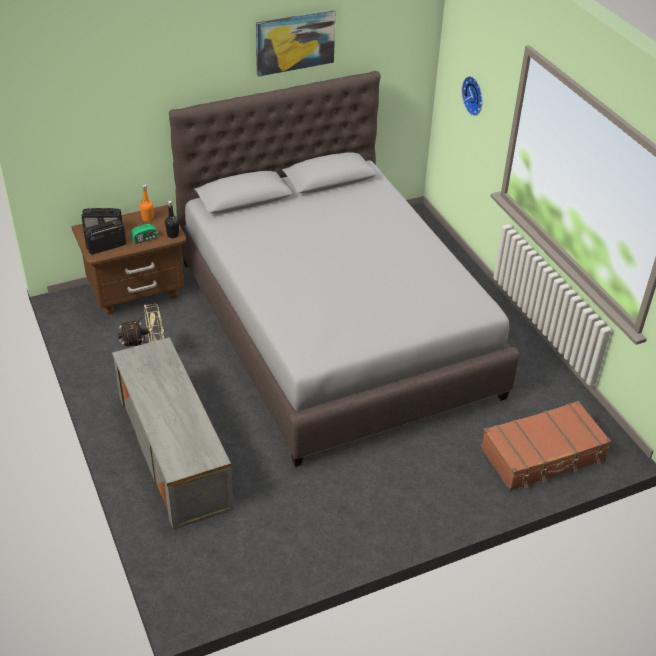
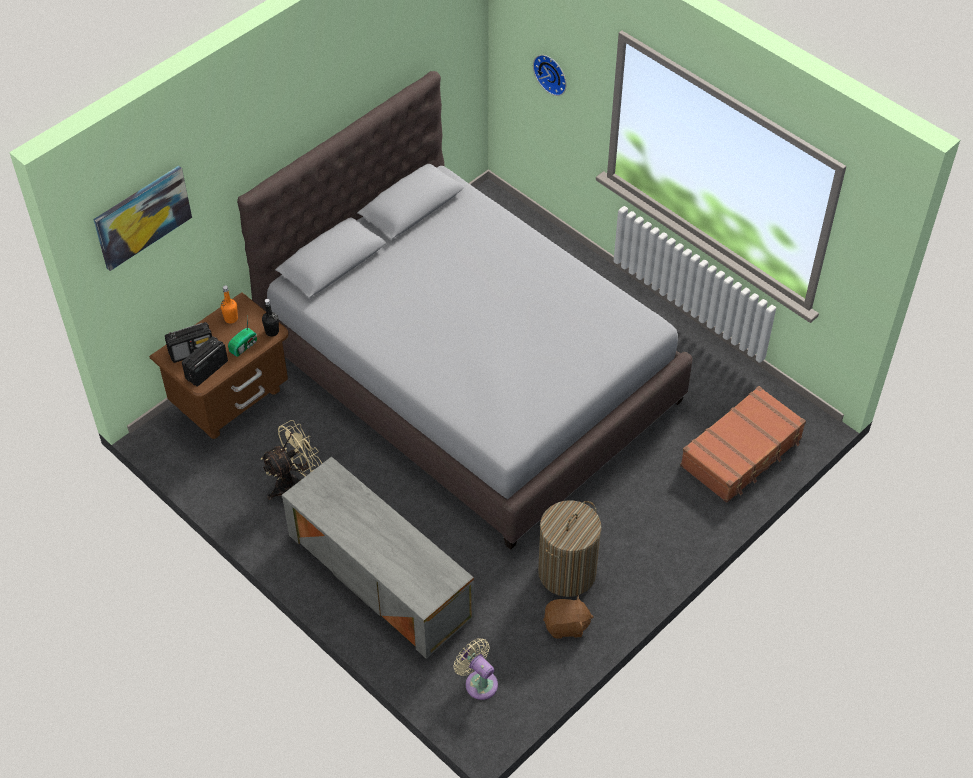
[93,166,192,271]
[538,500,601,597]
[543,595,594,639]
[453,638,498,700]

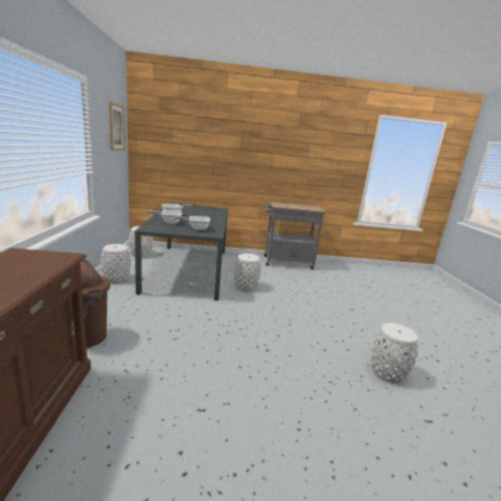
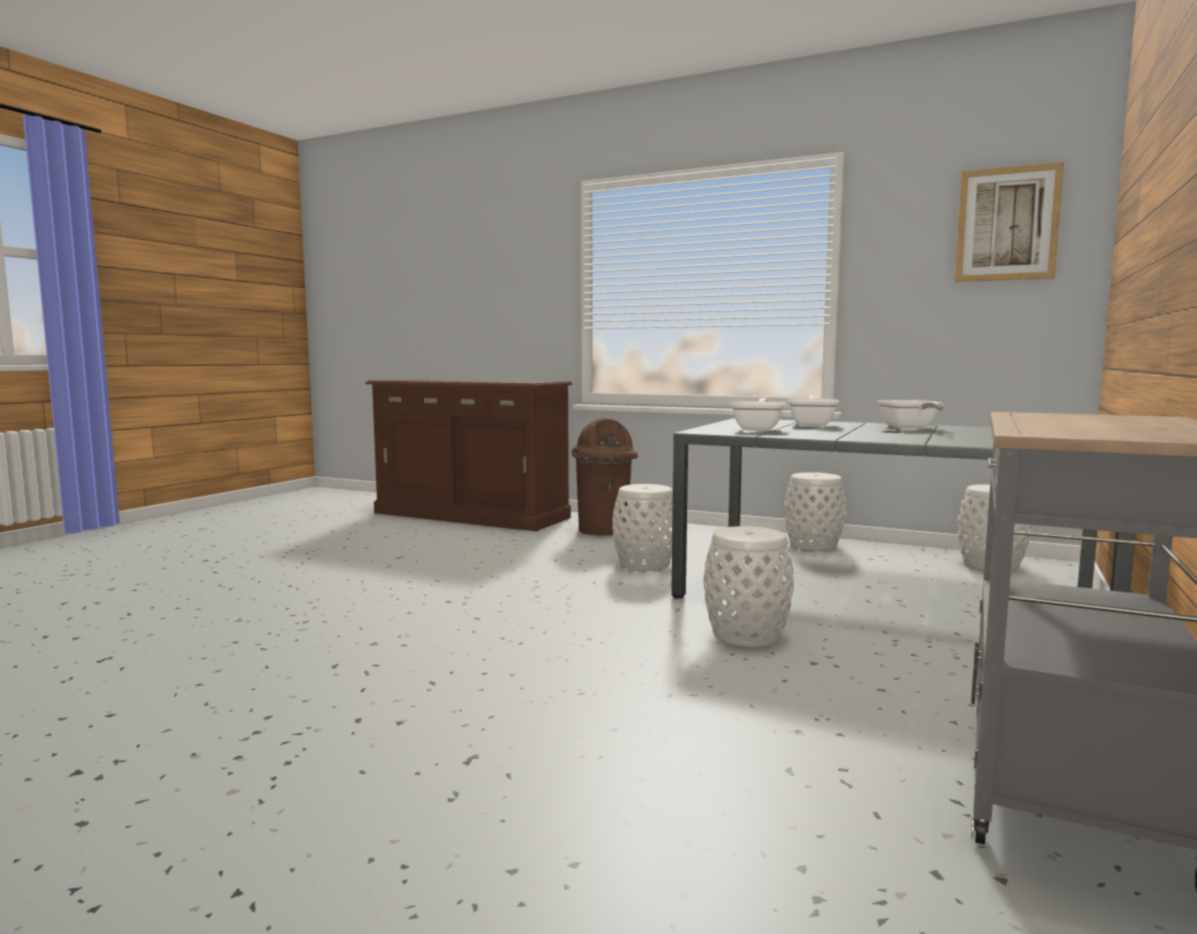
[612,484,673,571]

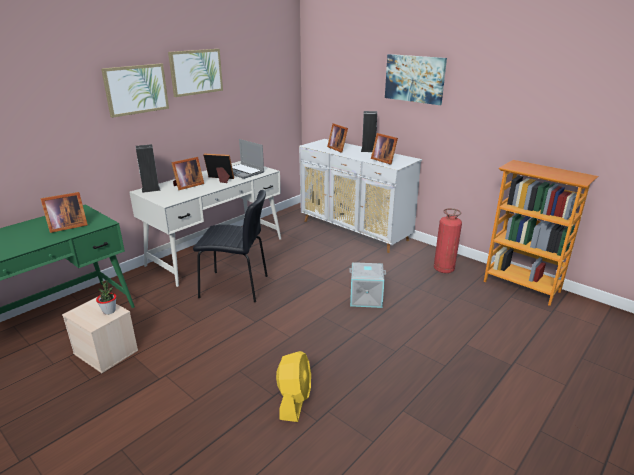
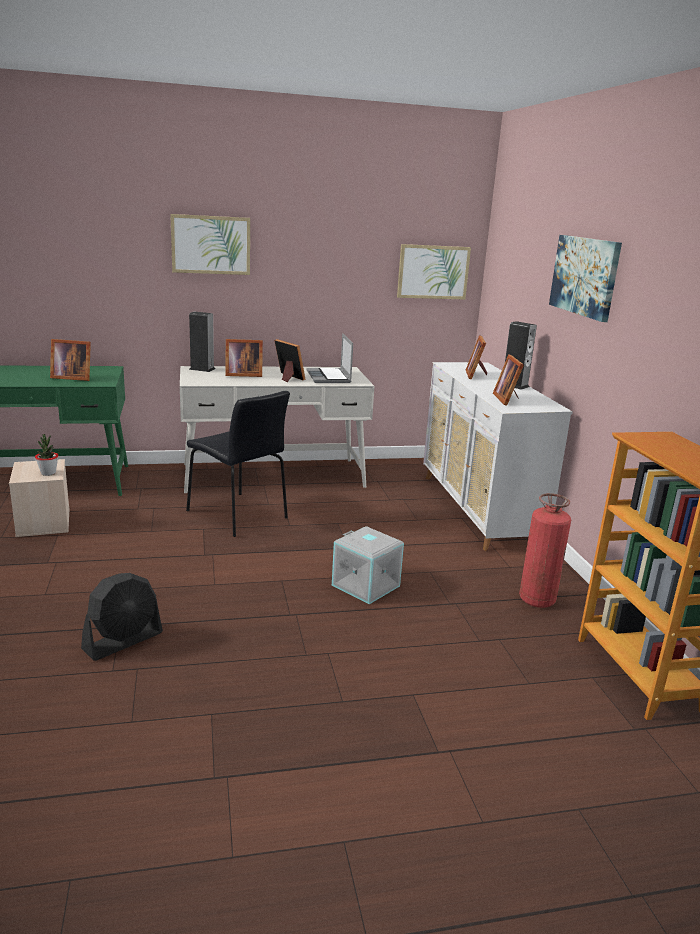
[397,244,471,300]
[81,573,163,661]

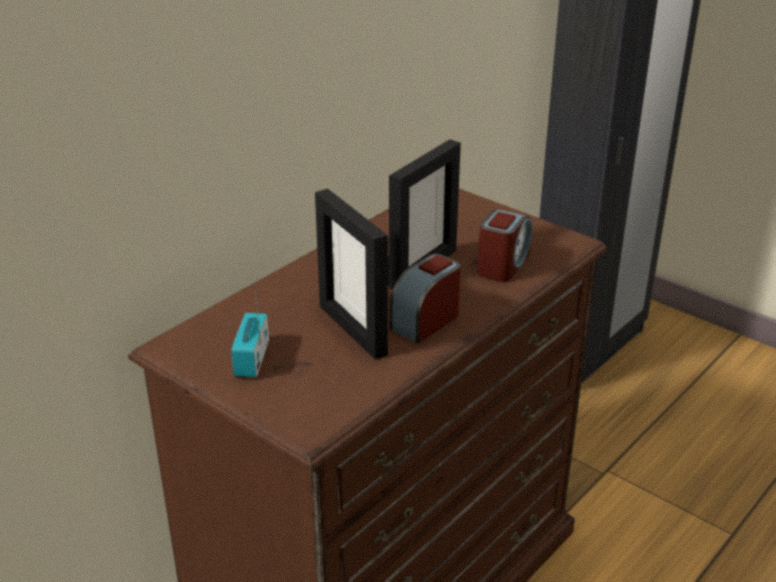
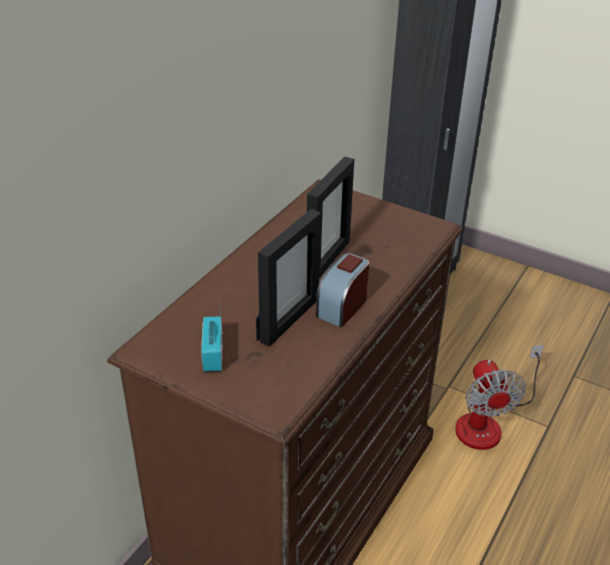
[256,209,321,347]
[477,209,532,282] (first image)
[455,345,544,450]

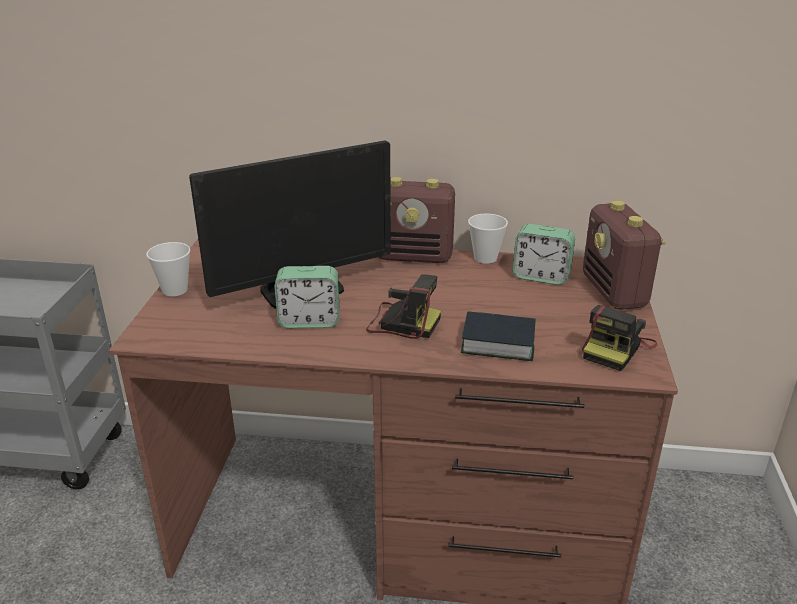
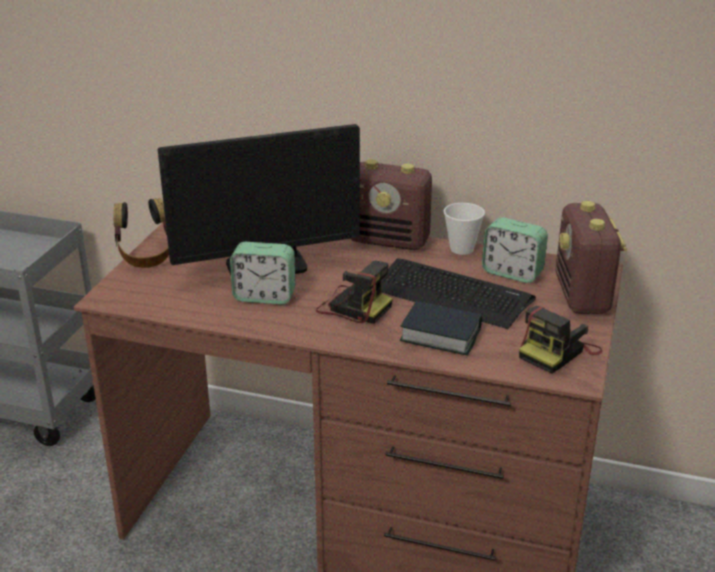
[114,198,169,268]
[381,258,536,329]

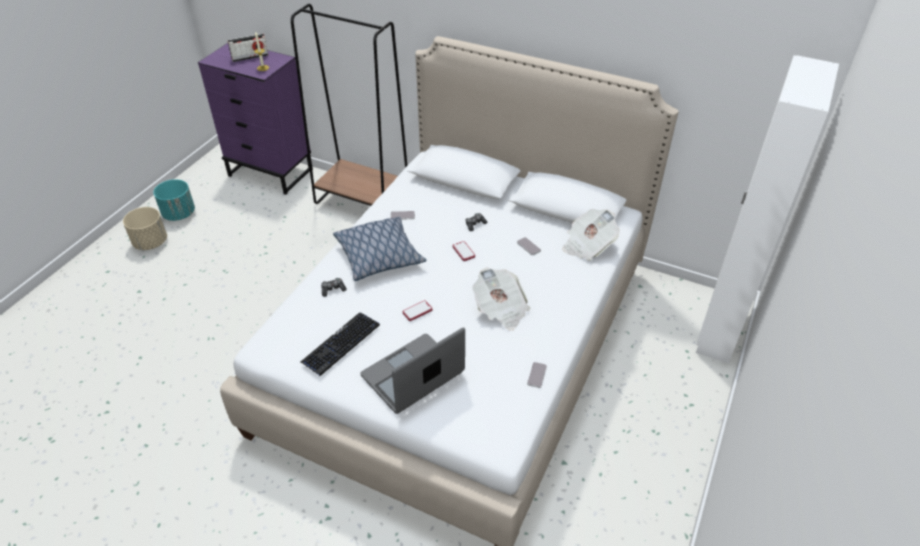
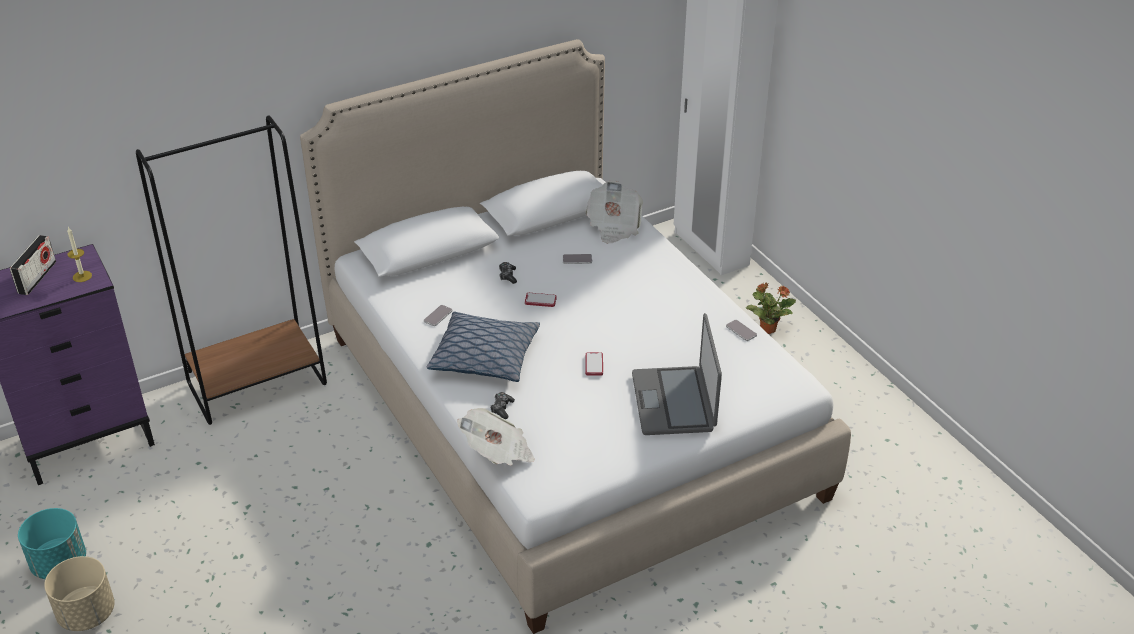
[457,408,535,465]
[300,313,380,377] (first image)
[746,283,796,334]

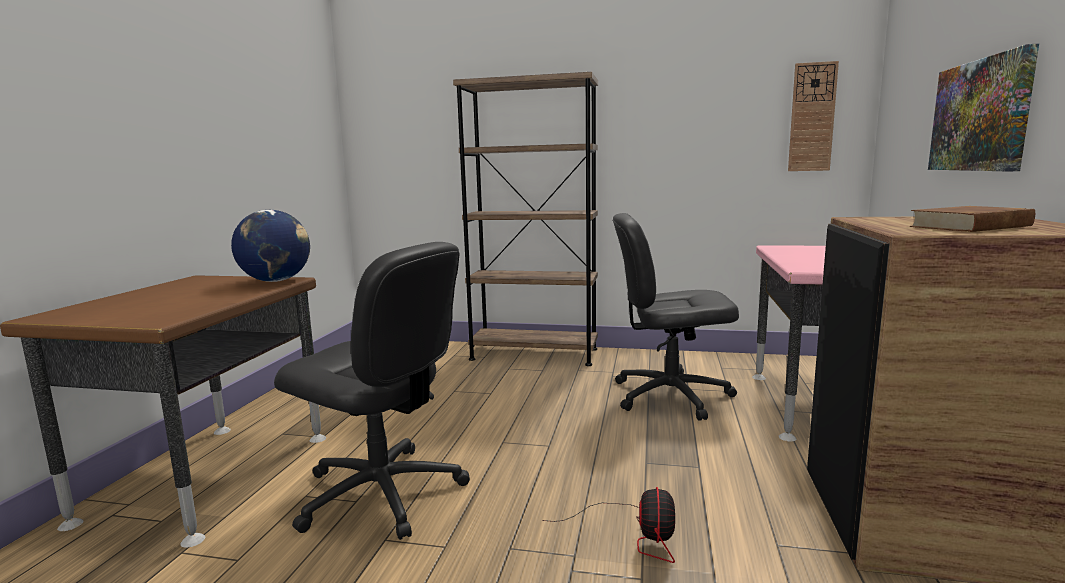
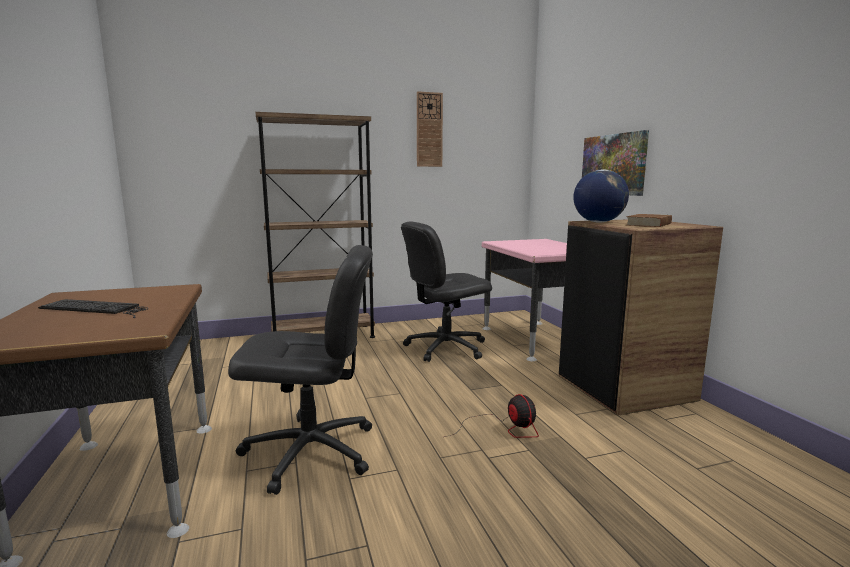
[417,91,443,167]
[573,170,629,223]
[38,299,148,318]

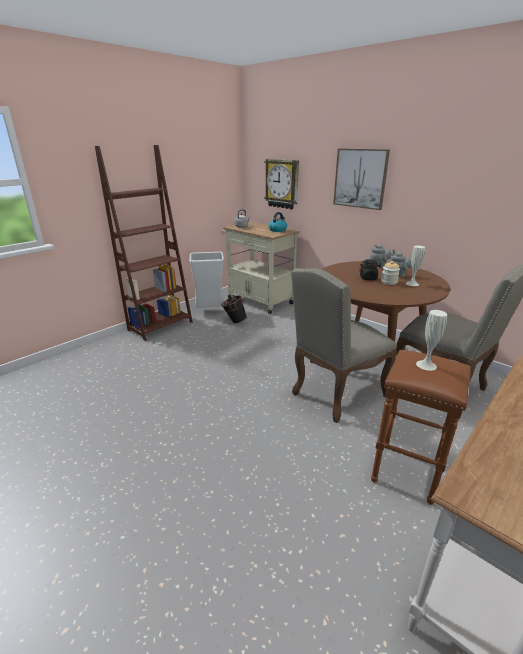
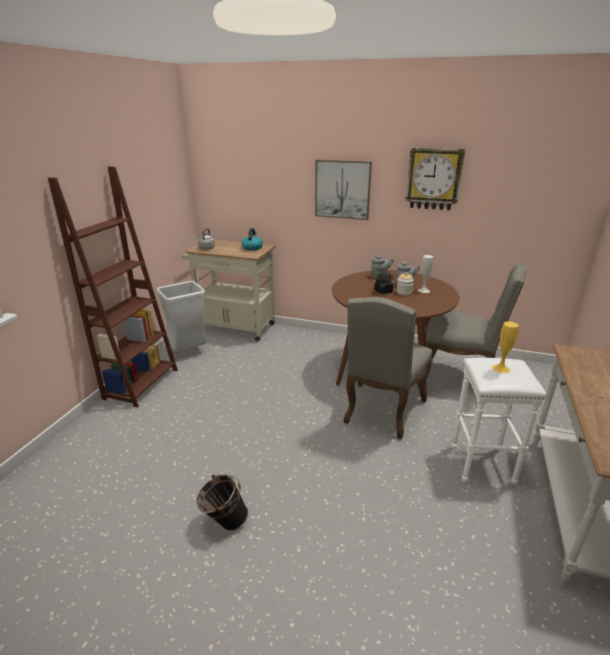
[406,147,465,210]
[197,474,248,531]
[492,321,519,373]
[451,358,547,485]

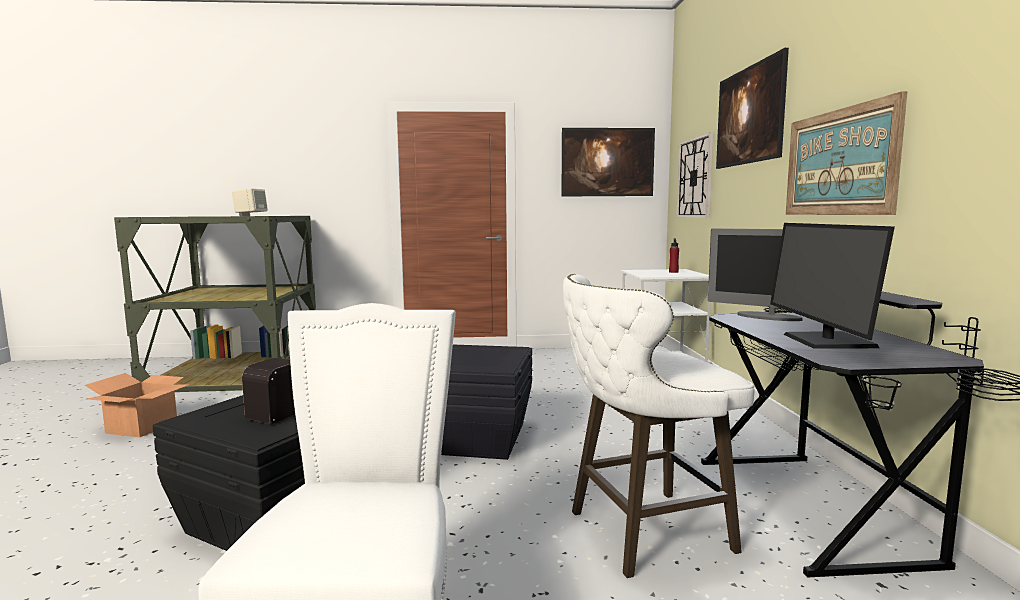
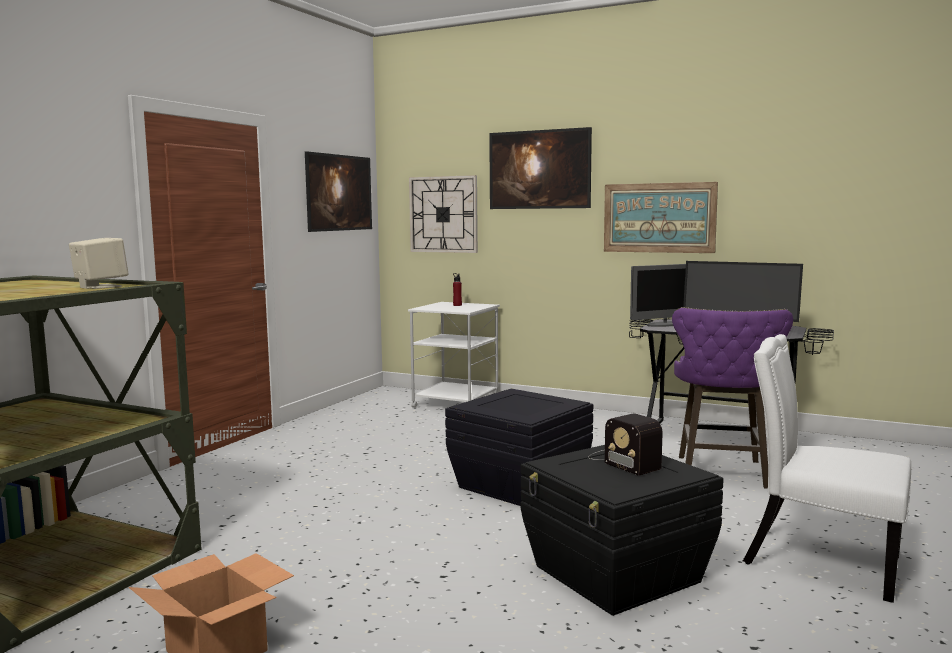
[672,307,793,489]

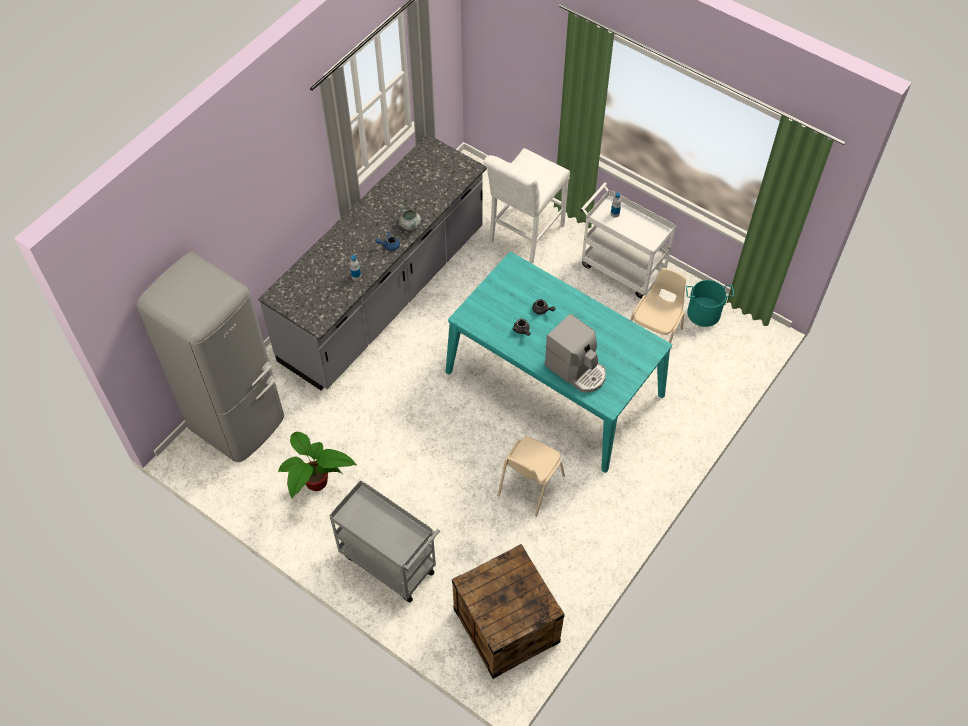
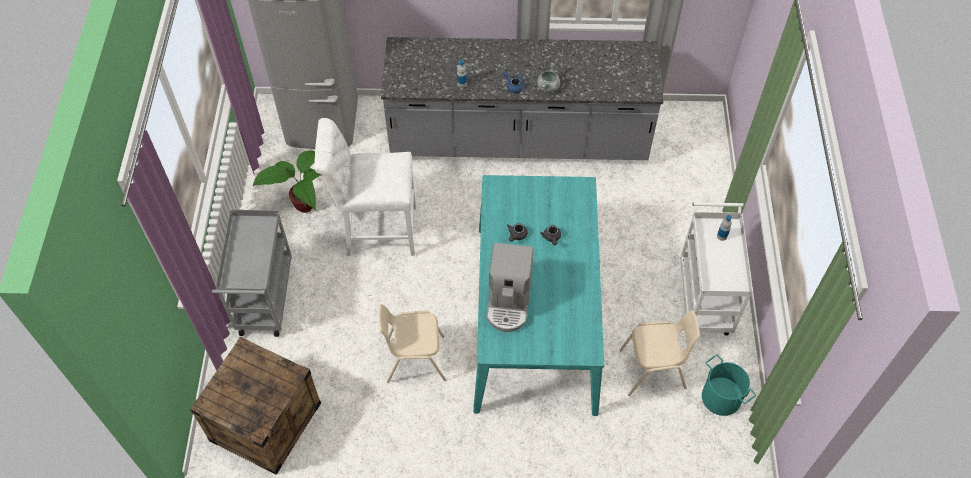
[314,118,416,256]

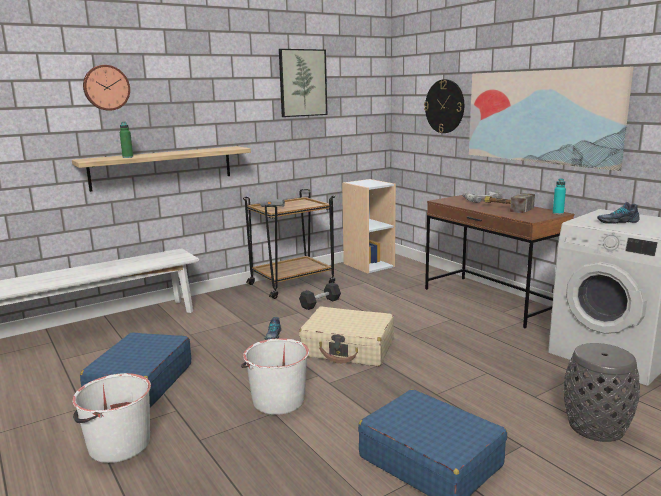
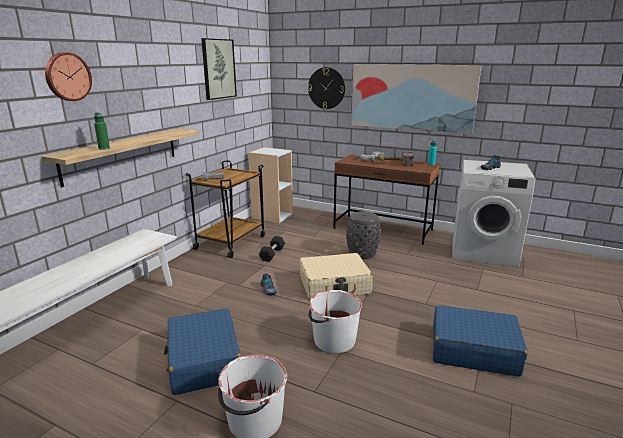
[346,211,381,259]

